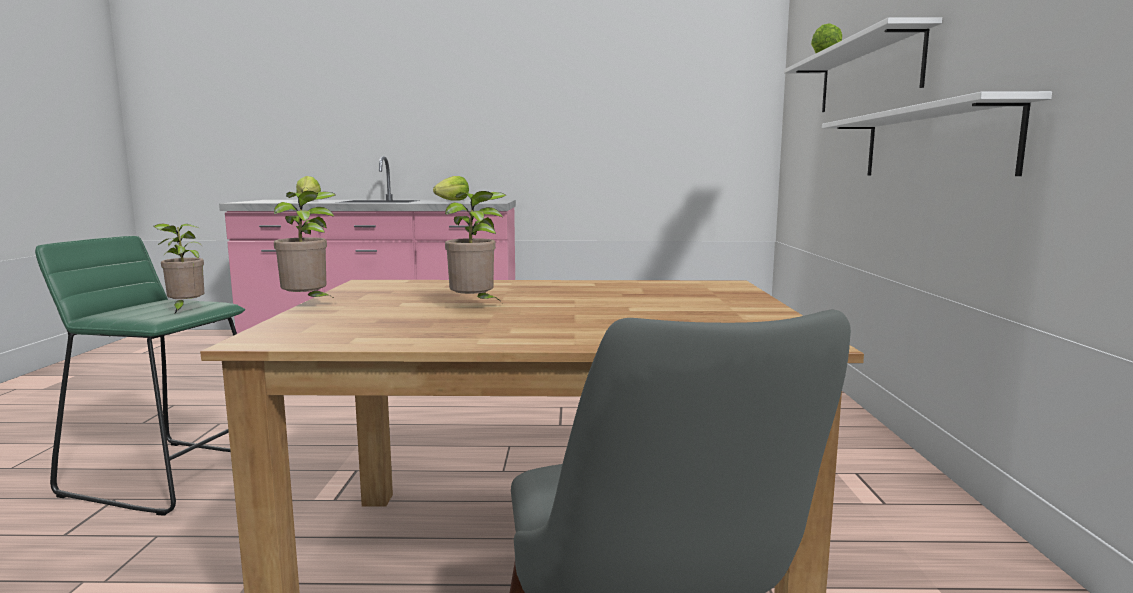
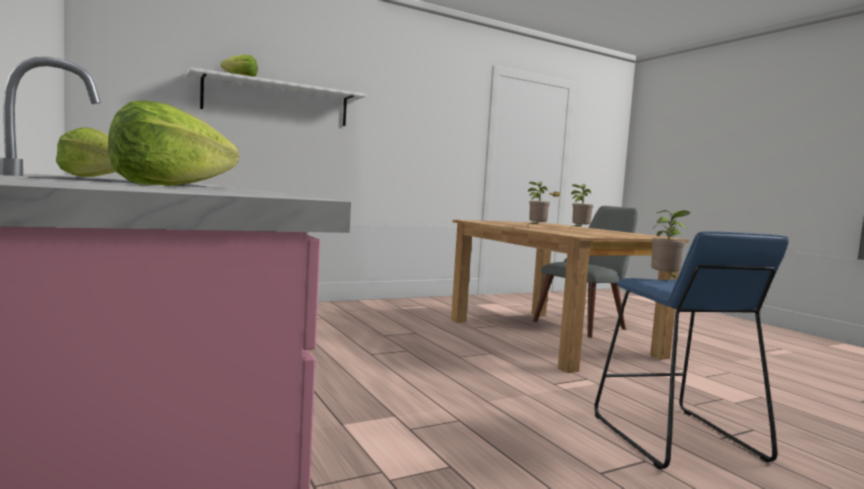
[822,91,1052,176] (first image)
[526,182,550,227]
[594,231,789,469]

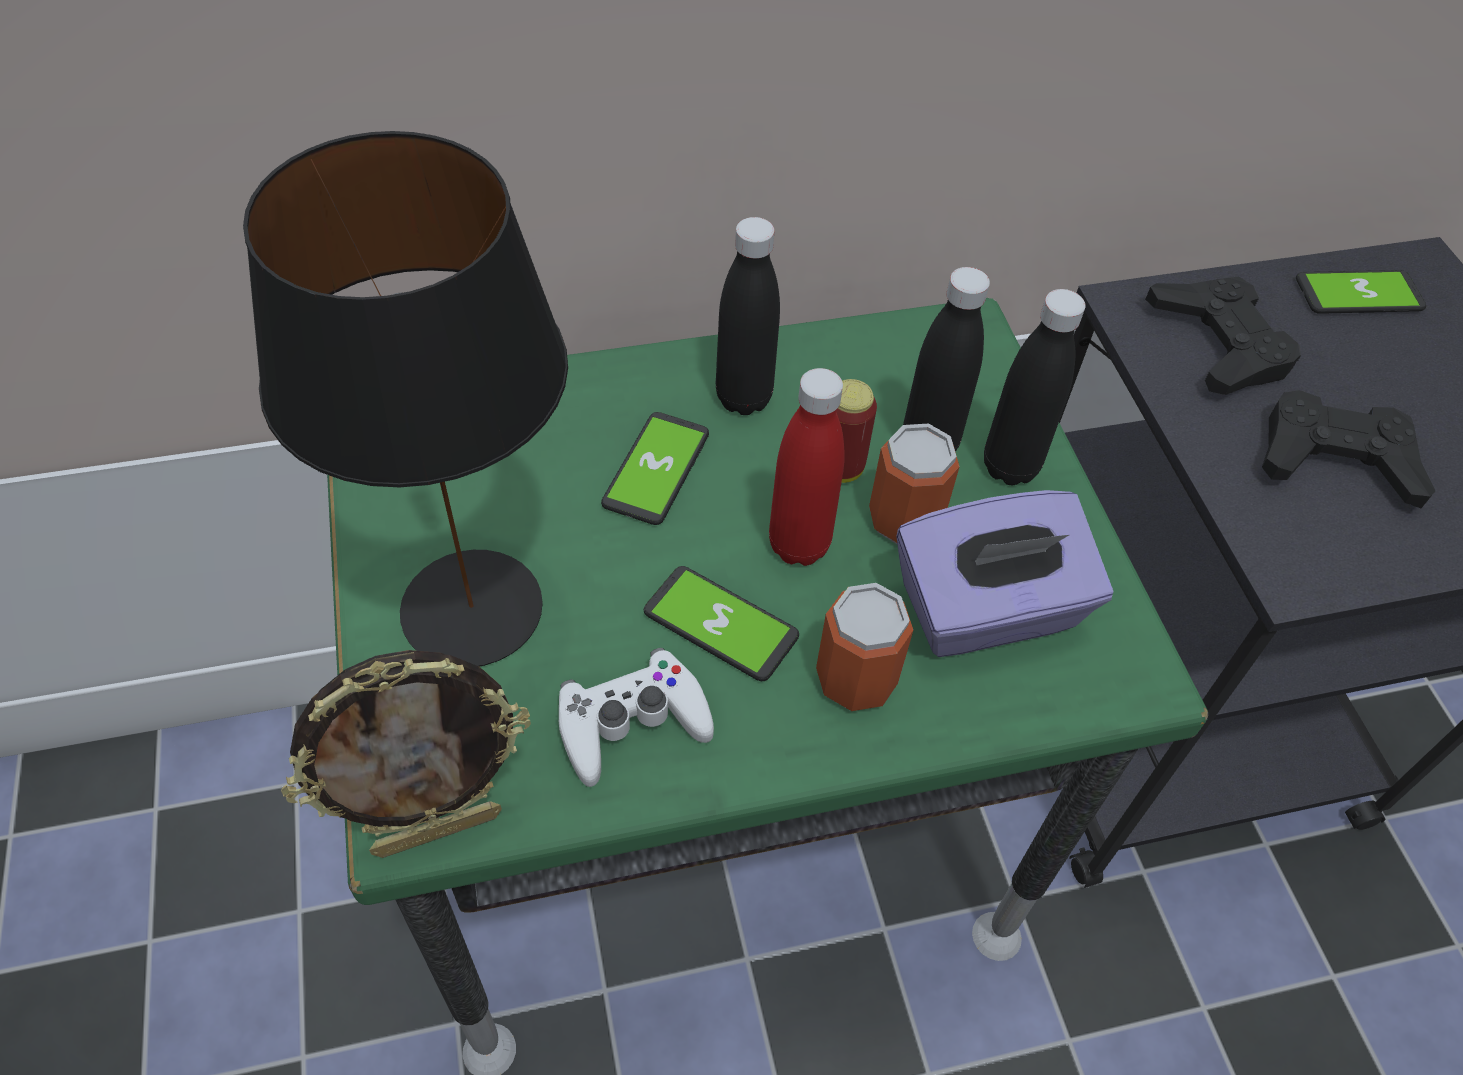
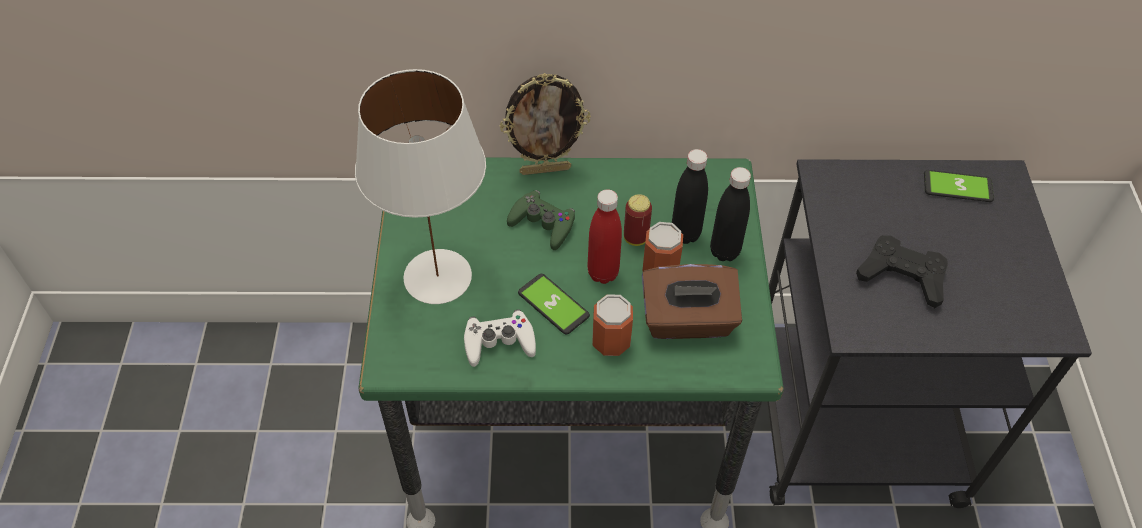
[355,69,486,304]
[716,217,780,415] (first image)
[1145,277,1301,395] (first image)
[507,190,575,250]
[642,264,742,339]
[500,73,591,175]

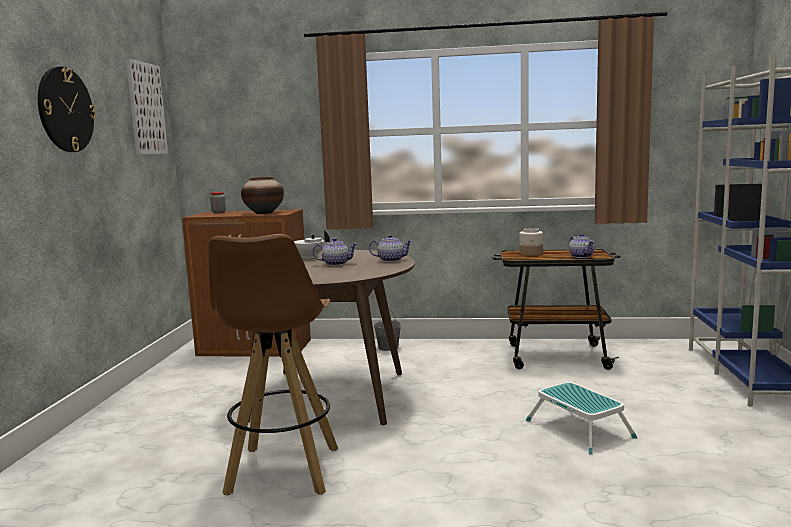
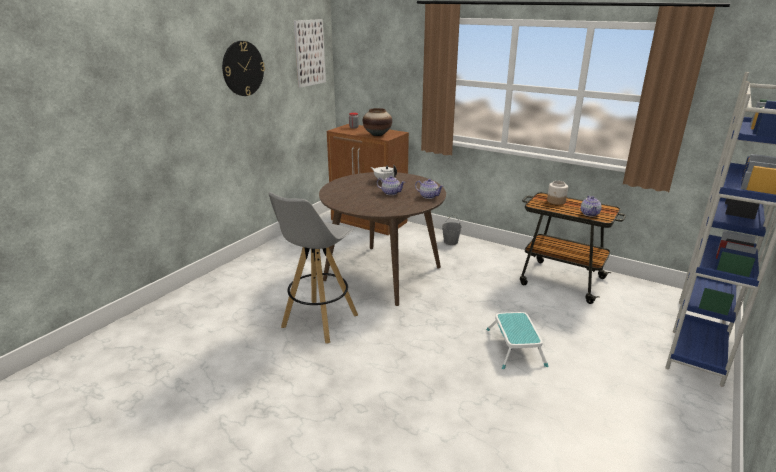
[268,192,358,344]

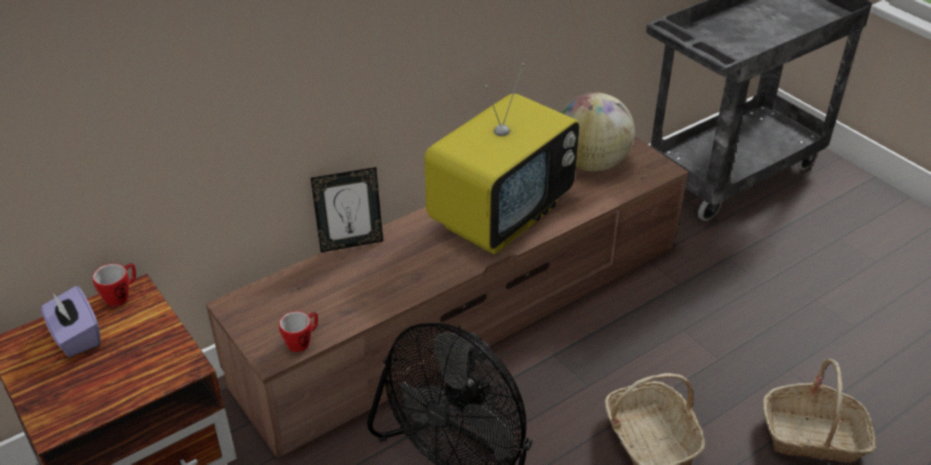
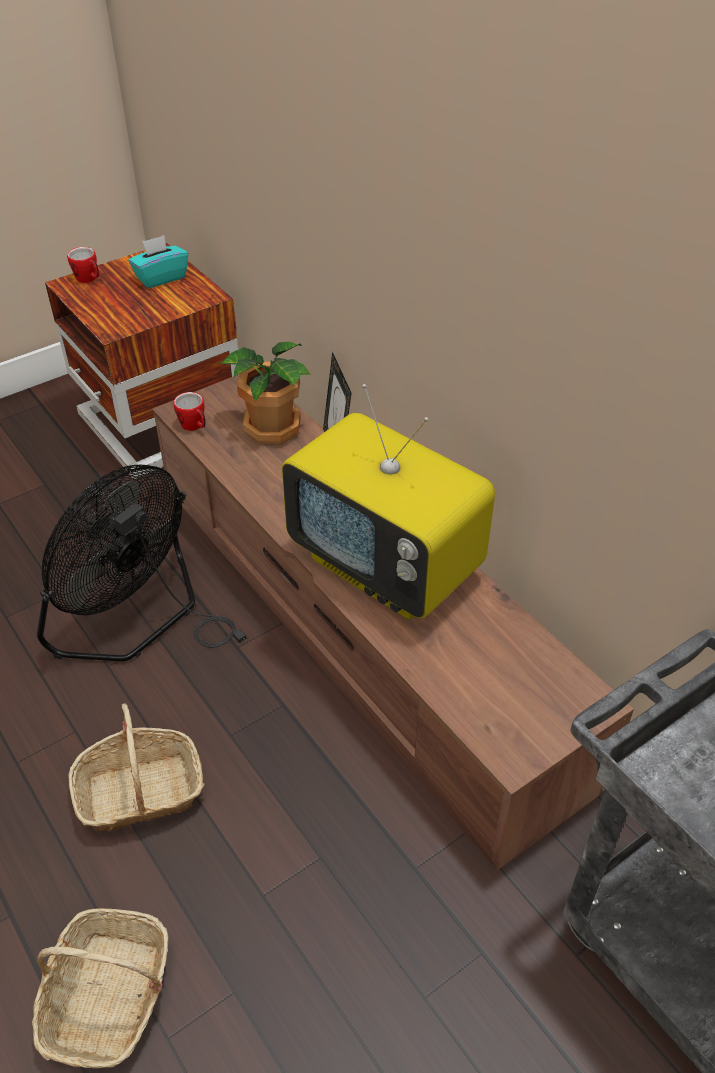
[561,92,635,172] (first image)
[67,247,99,283]
[128,235,188,288]
[219,342,311,445]

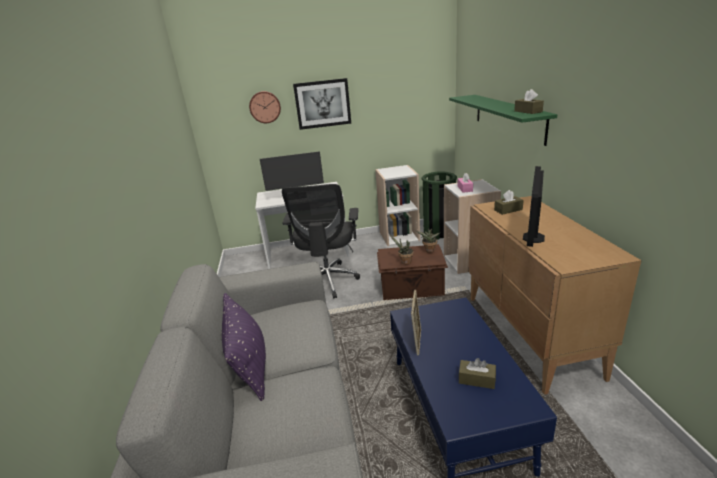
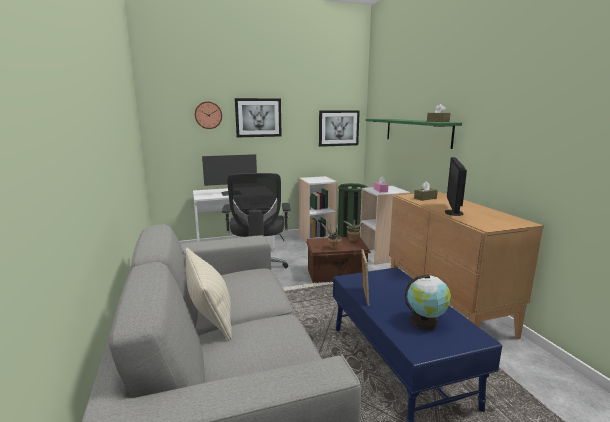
[185,247,232,341]
[405,275,451,330]
[319,110,360,147]

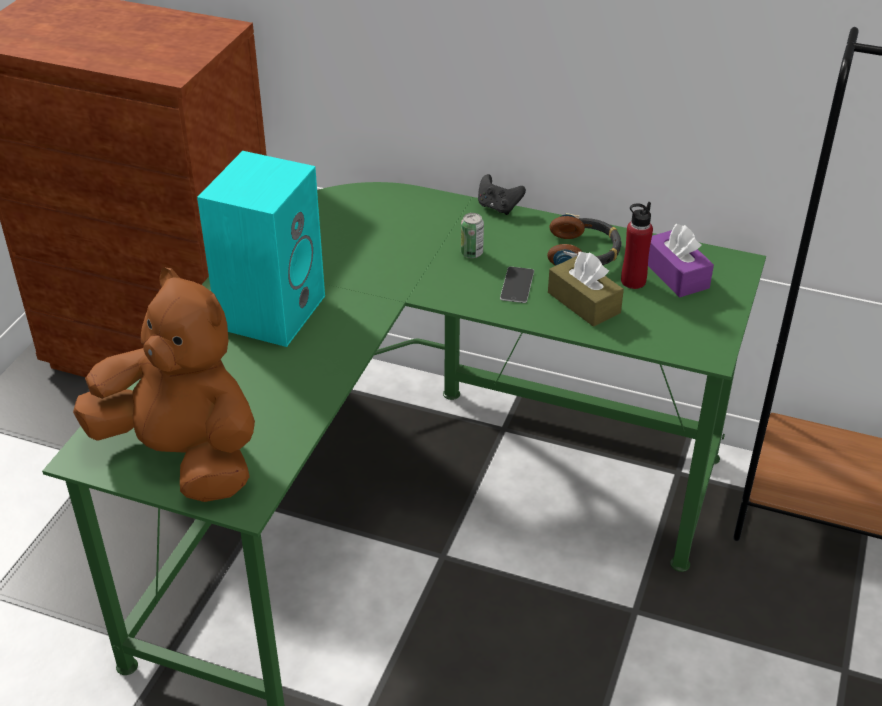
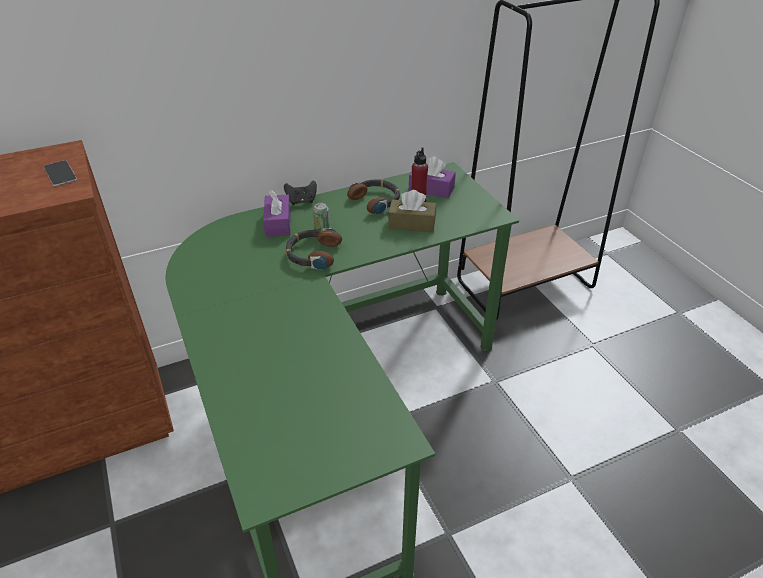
[197,151,325,347] (first image)
[44,160,77,186]
[73,268,255,502] (first image)
[263,190,291,237]
[286,228,342,270]

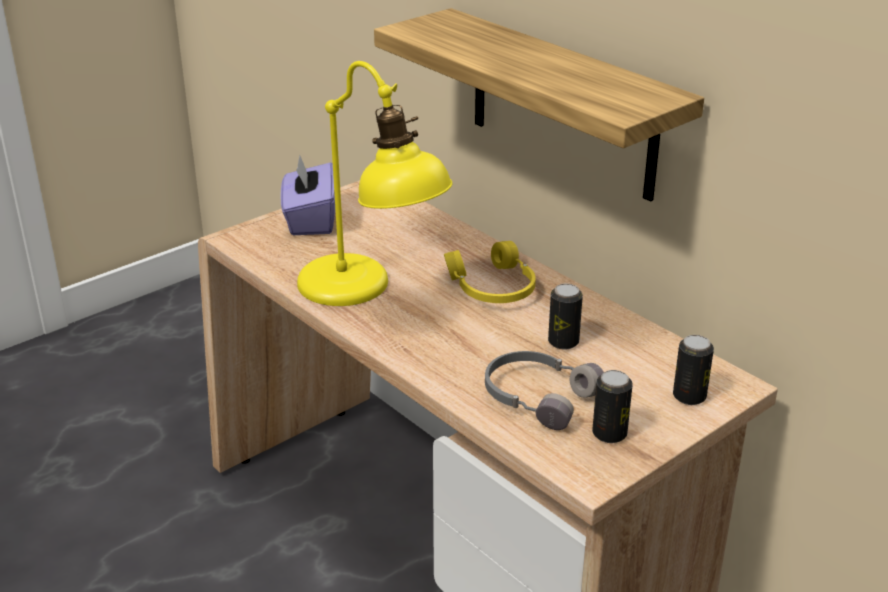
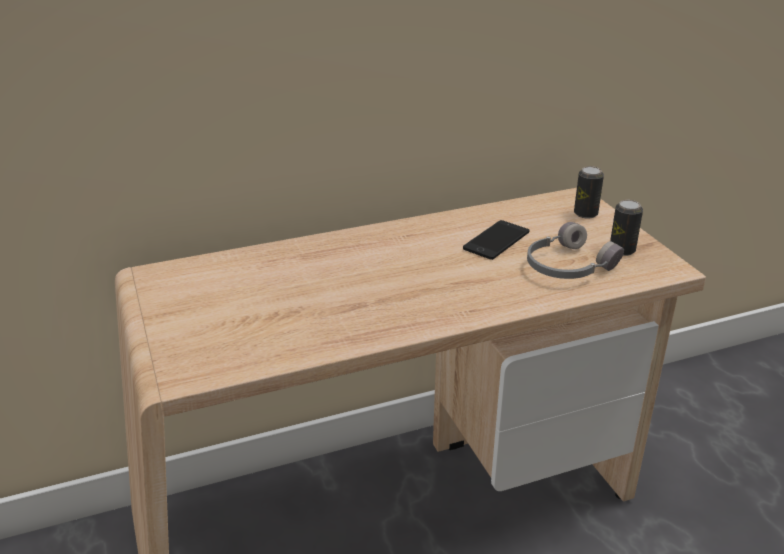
[374,8,704,202] (first image)
[297,61,453,306] (first image)
[281,154,335,235] (first image)
[444,241,536,303] (first image)
[463,220,529,260]

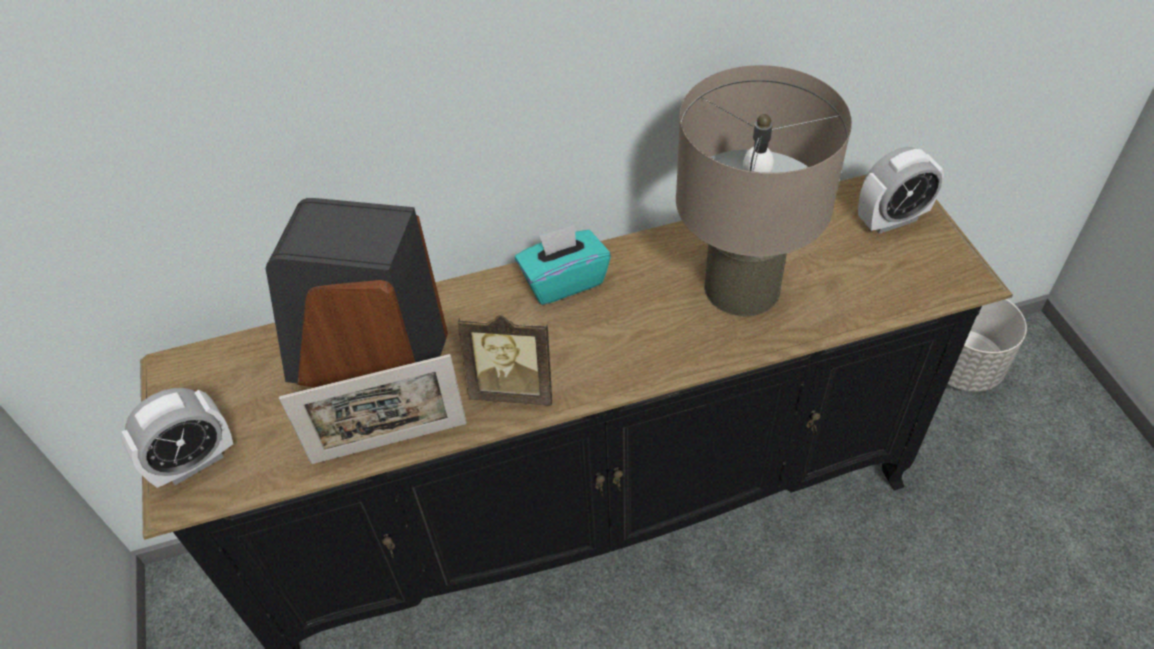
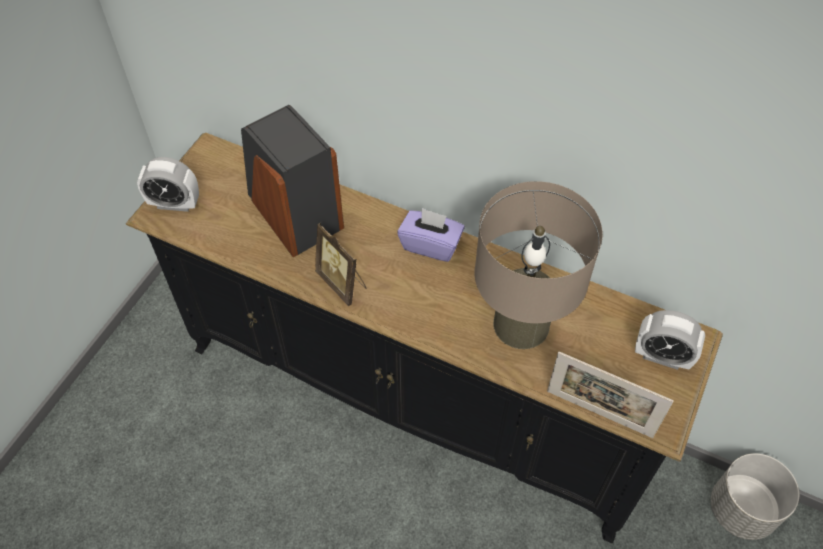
[397,208,465,262]
[547,351,674,438]

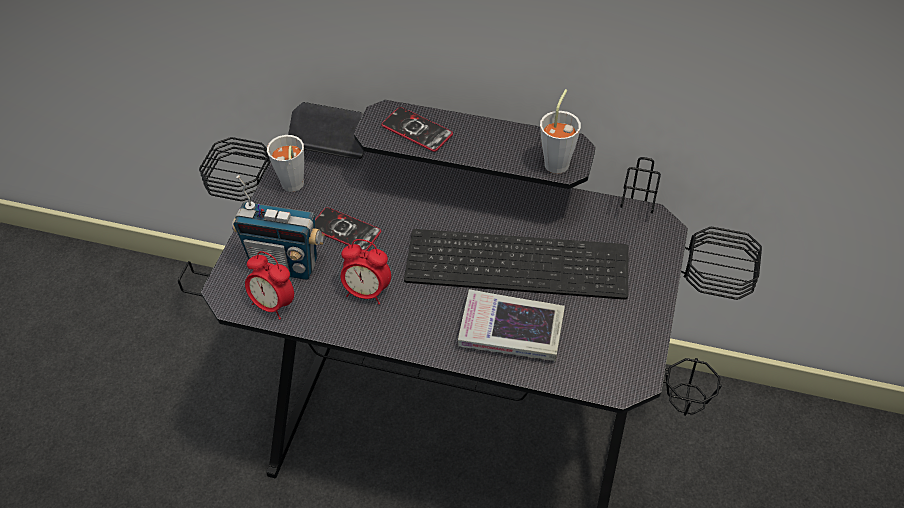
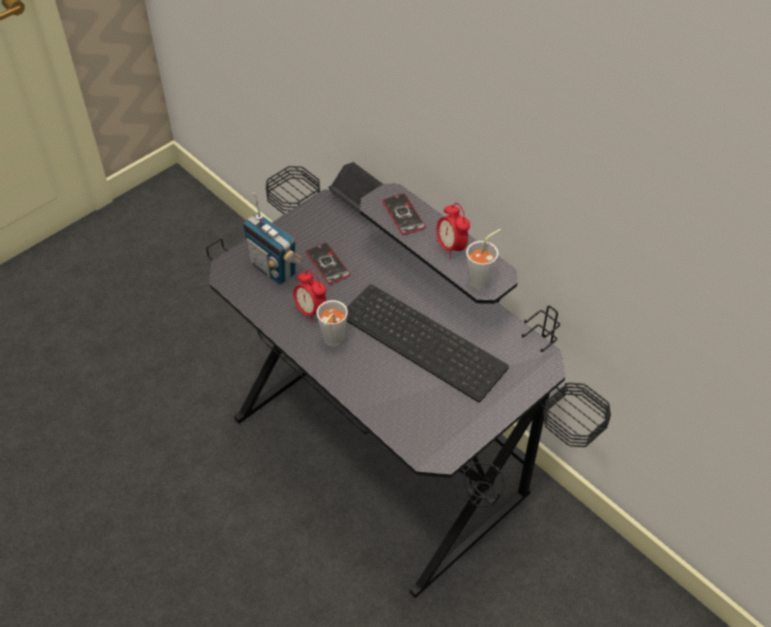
[316,300,348,347]
[437,203,470,259]
[458,289,565,361] (first image)

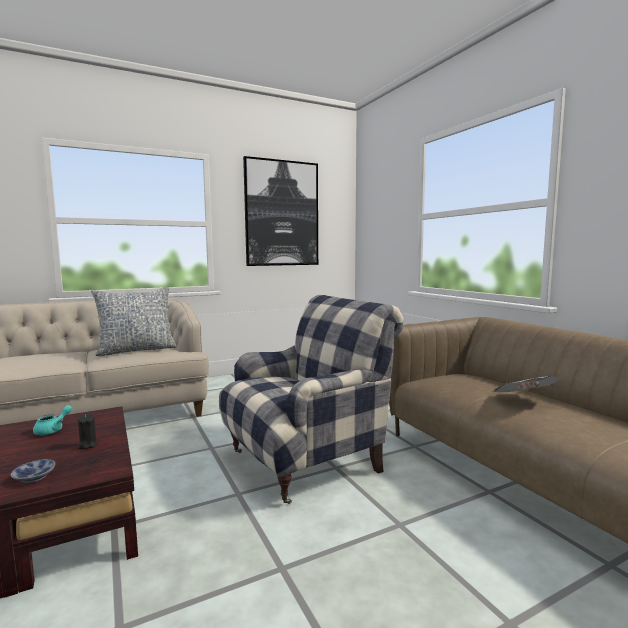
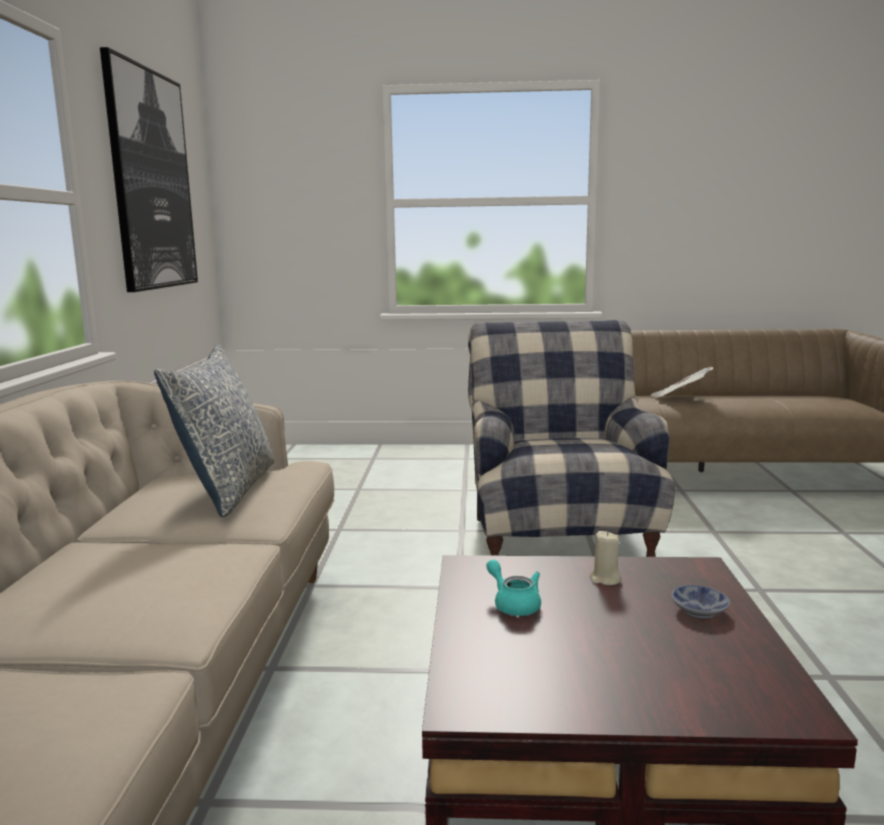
[590,531,621,585]

